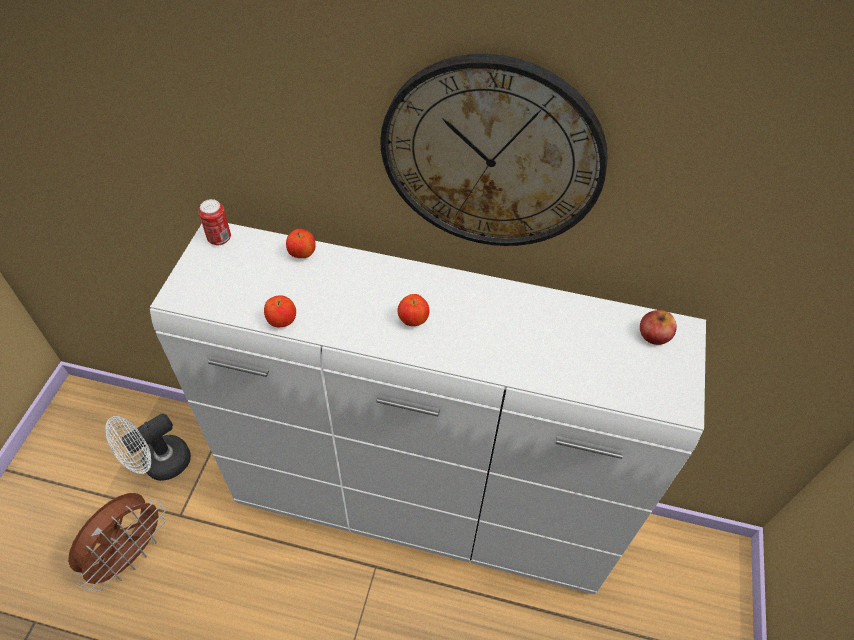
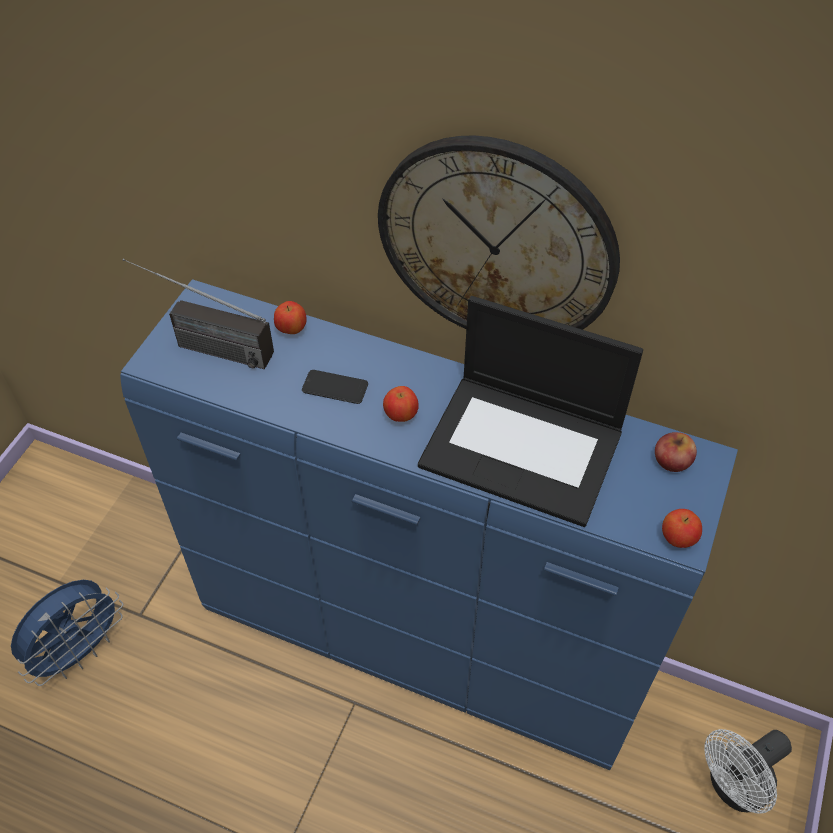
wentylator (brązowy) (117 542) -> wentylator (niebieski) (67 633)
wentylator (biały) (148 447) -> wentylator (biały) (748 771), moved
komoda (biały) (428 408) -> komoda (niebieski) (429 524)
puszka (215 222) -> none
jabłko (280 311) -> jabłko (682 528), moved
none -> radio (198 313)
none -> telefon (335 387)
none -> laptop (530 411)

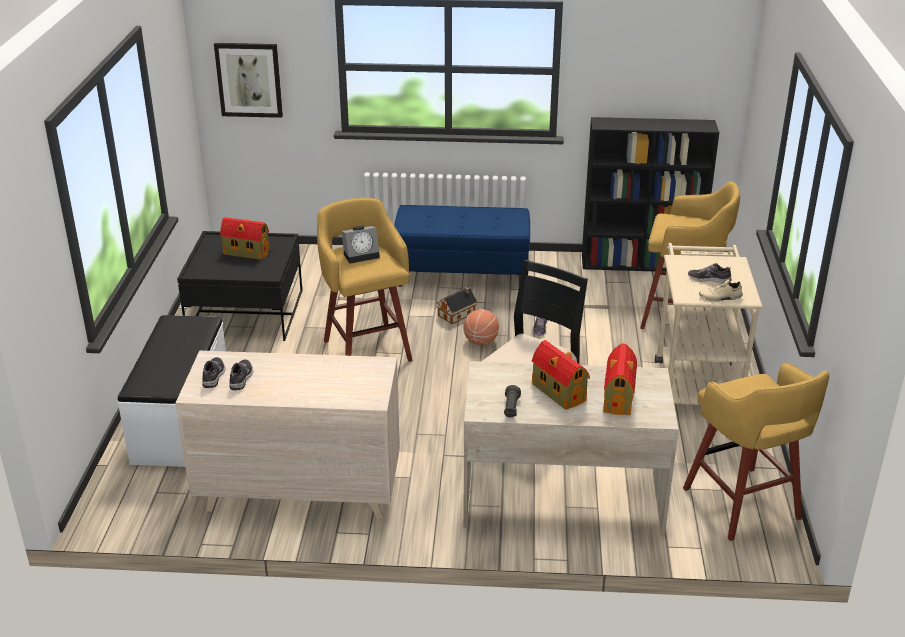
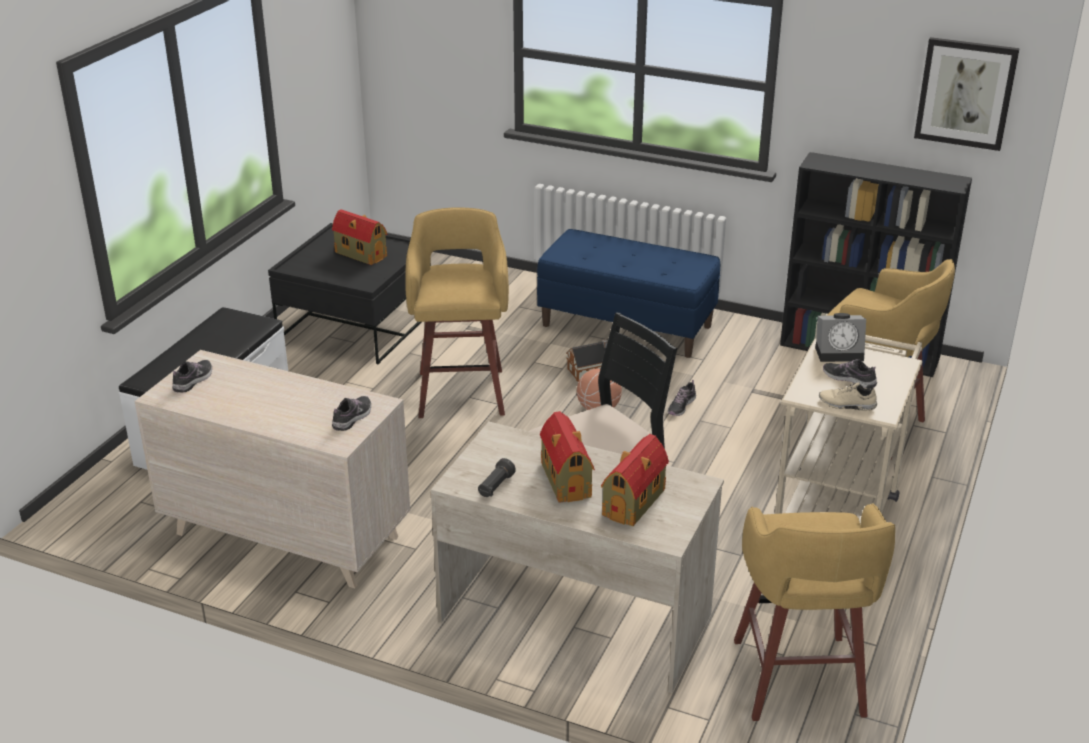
obraz (248 80) -> obraz (967 94), moved
but (241 374) -> but (351 413), moved
budzik (360 244) -> budzik (840 337), moved

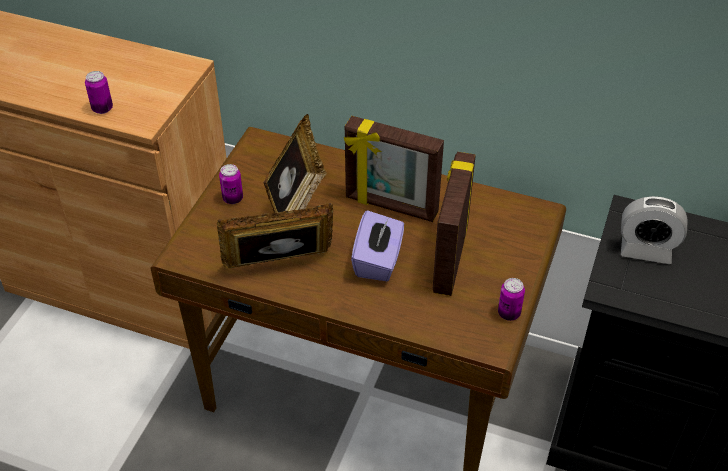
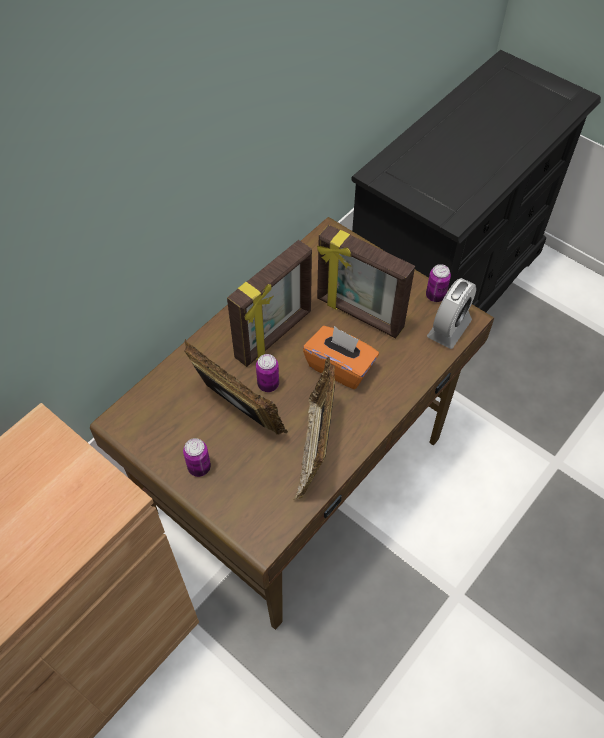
puszka (99 92) -> puszka (267 373), moved
pudełko chusteczek (fioletowy) (377 245) -> pudełko chusteczek (pomarańczowy) (341 357)
budzik (654 230) -> budzik (451 313), moved

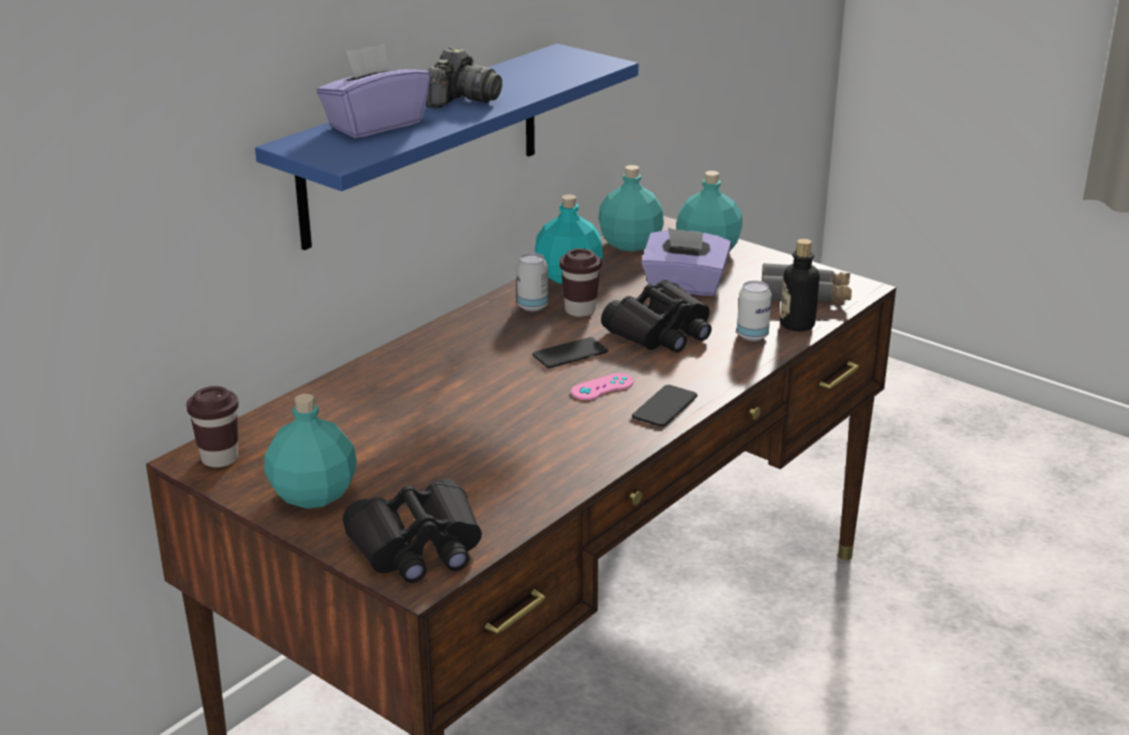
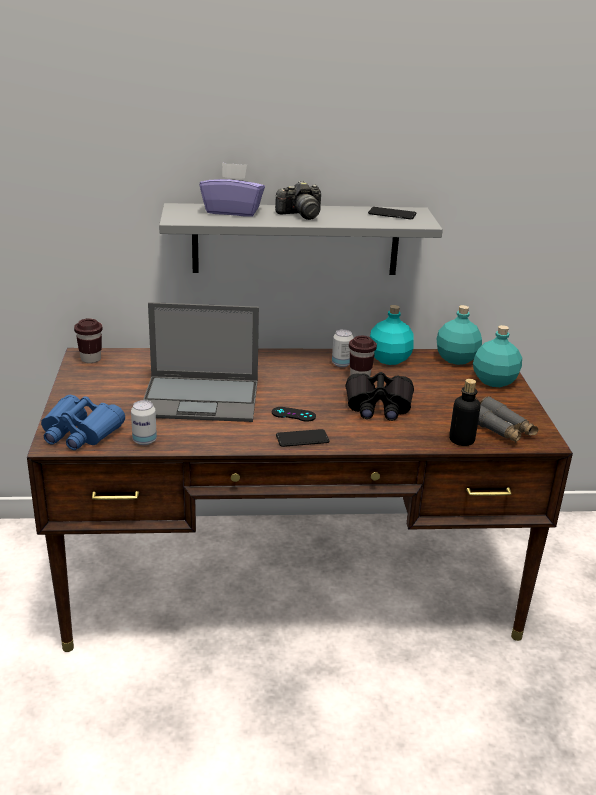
półka (niebieski) (447 147) -> półka (szary) (301 239)
butelka (turkusowy) (310 451) -> none
lornetka (czarny) (412 531) -> lornetka (niebieski) (83 422)
telefon (570 352) -> telefon (392 213), moved
pad do gier (różowy) (602 386) -> pad do gier (czarny) (294 414)
pudełko chusteczek (fioletowy) (686 262) -> none
puszka (754 311) -> puszka (144 422), moved
none -> laptop (201 362)

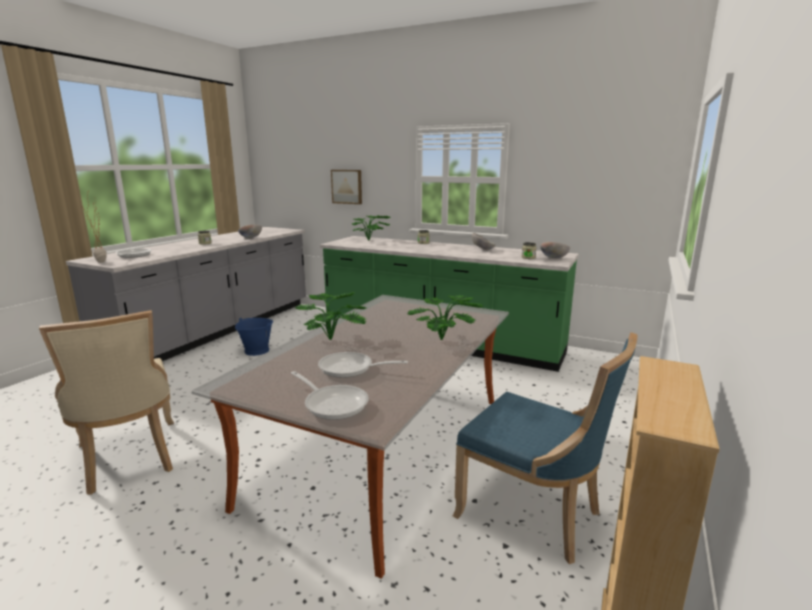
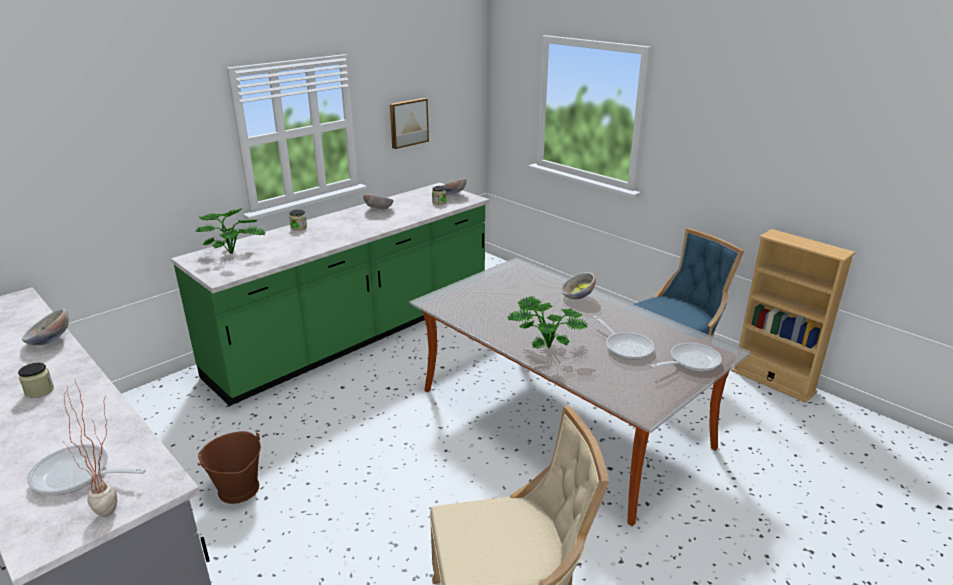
wiadro (niebieski) (254 337) -> wiadro (brązowy) (229 467)
patelnia (363 365) -> patelnia (624 338), 60 degrees counterclockwise
obraz (346 187) -> obraz (409 123), moved
roślina doniczkowa (445 318) -> miska (578 285)

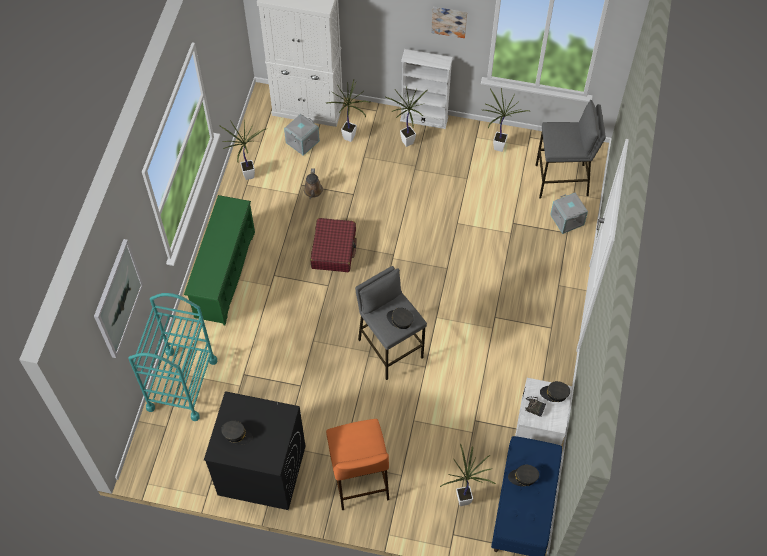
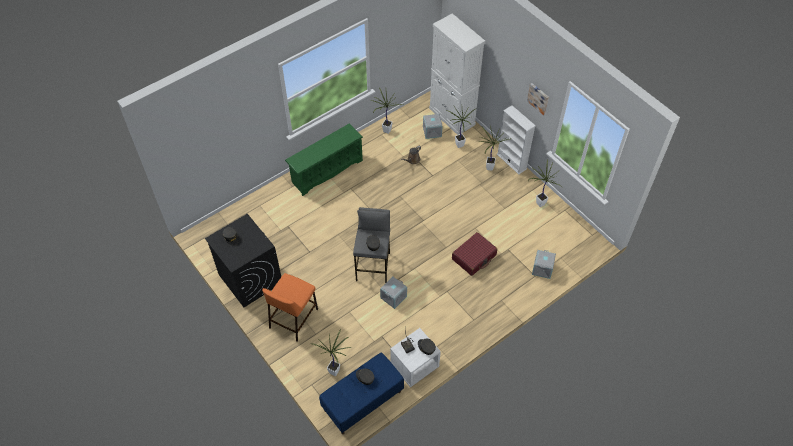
obraz (118 298) -> none
wózek (turkusowy) (172 357) -> none
walizka (czerwony) (334 245) -> walizka (czerwony) (474 254), moved
stołek (szary) (571 149) -> none
none -> pojemnik do przechowywania (szary) (393 293)

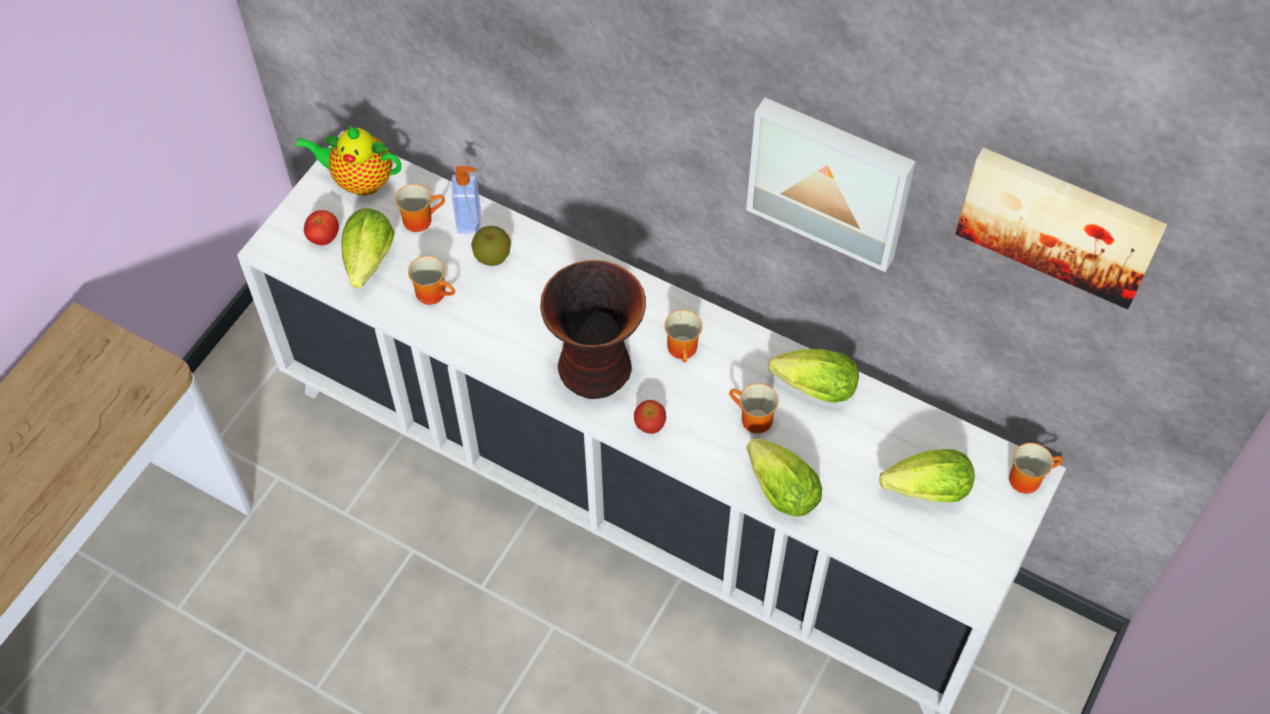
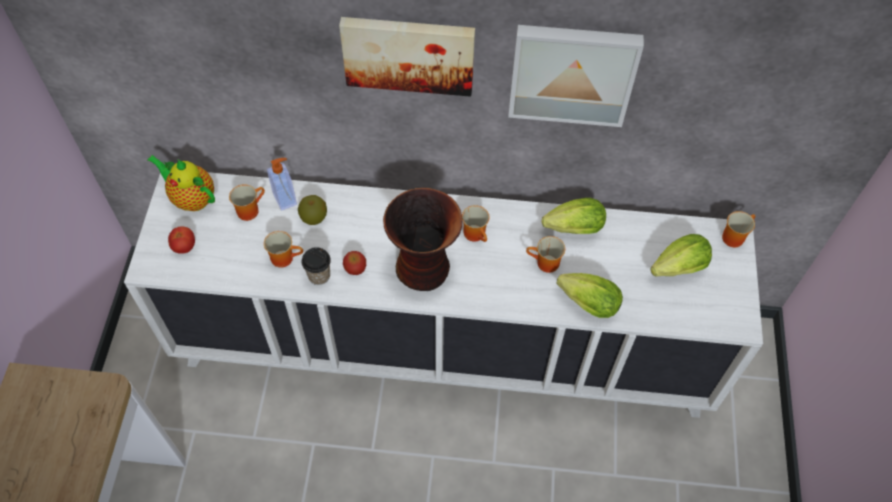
imbryk (348 161) -> imbryk (181 183), 45 degrees clockwise
sałata (368 248) -> none
jabłko (650 417) -> jabłko (354 263), moved
obraz (1061 228) -> obraz (407 57), moved
none -> filiżanka (316 266)

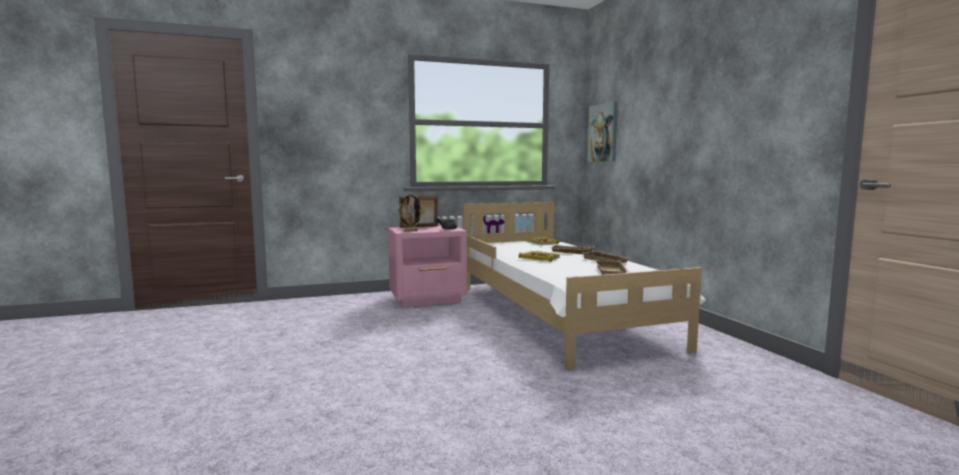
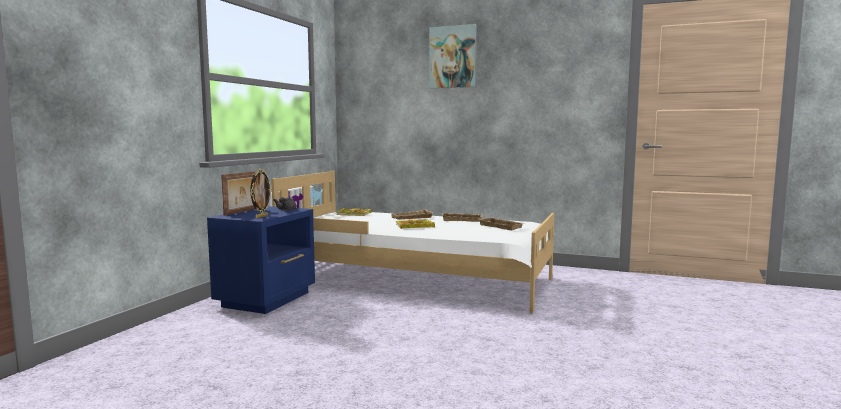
szafka nocna (różowy) (427 266) -> szafka nocna (niebieski) (261 260)
obraz (602 131) -> obraz (453 56), moved

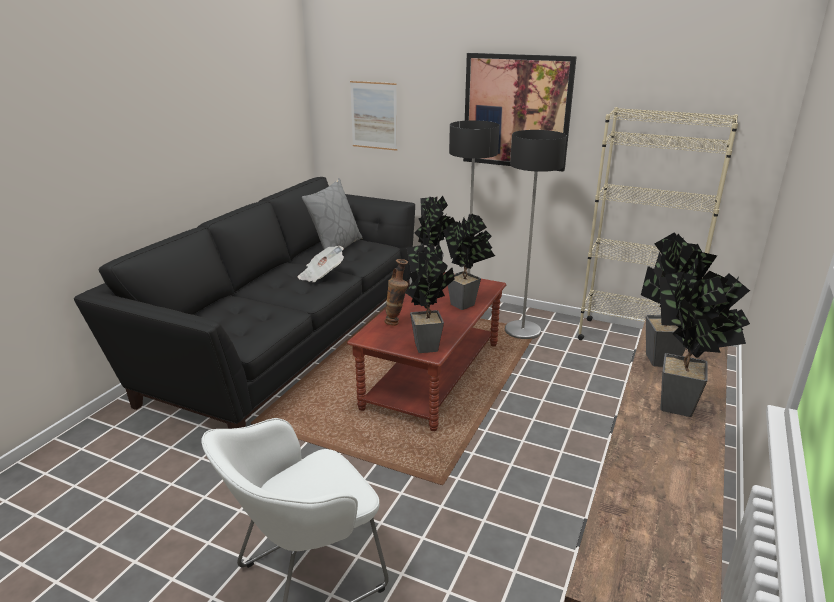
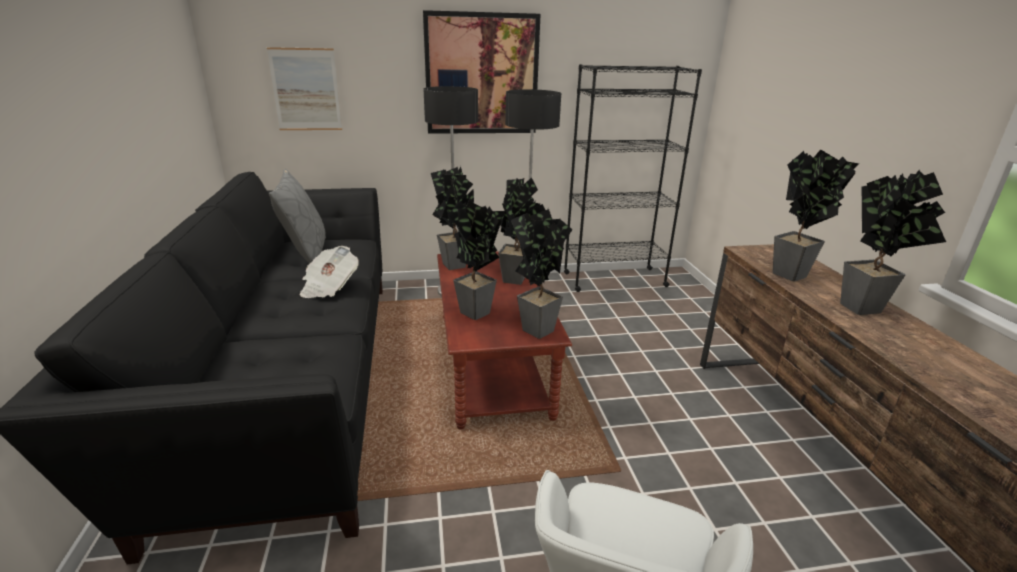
wazon (396 292) -> roślina doniczkowa (476 260)
regał (beżowy) (658 223) -> regał (czarny) (633 178)

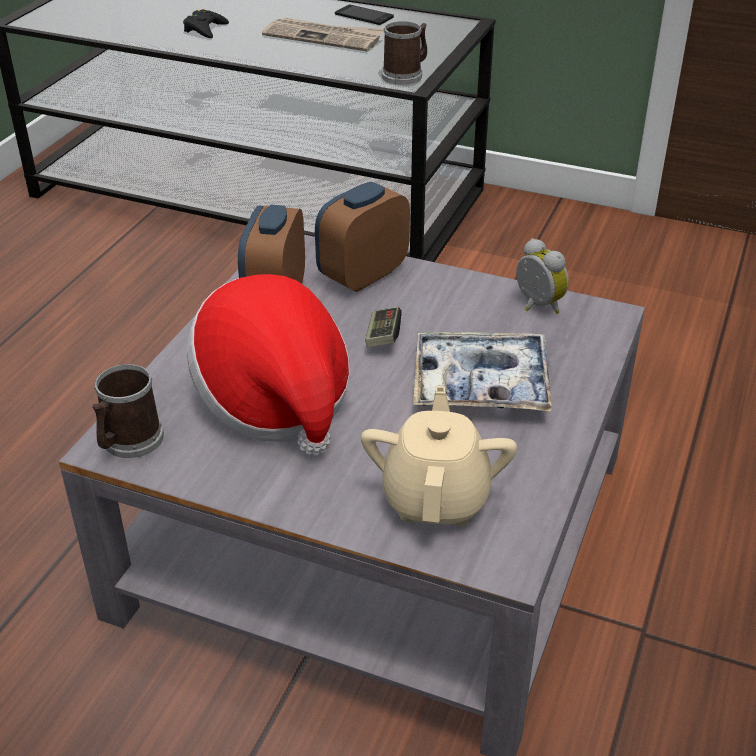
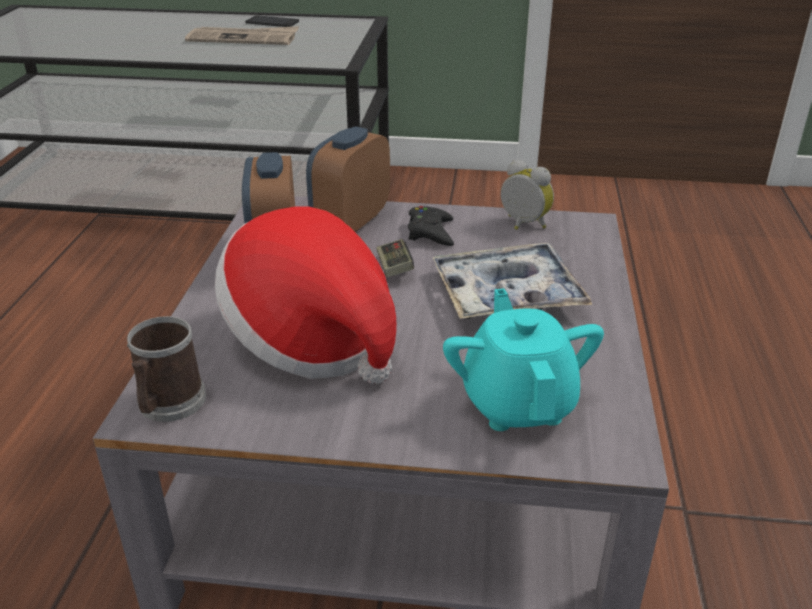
pad do gier (czarny) (206 23) -> pad do gier (czarny) (431 226), moved
imbryk (beżowy) (439 456) -> imbryk (turkusowy) (523 359)
kubek (404 53) -> none

